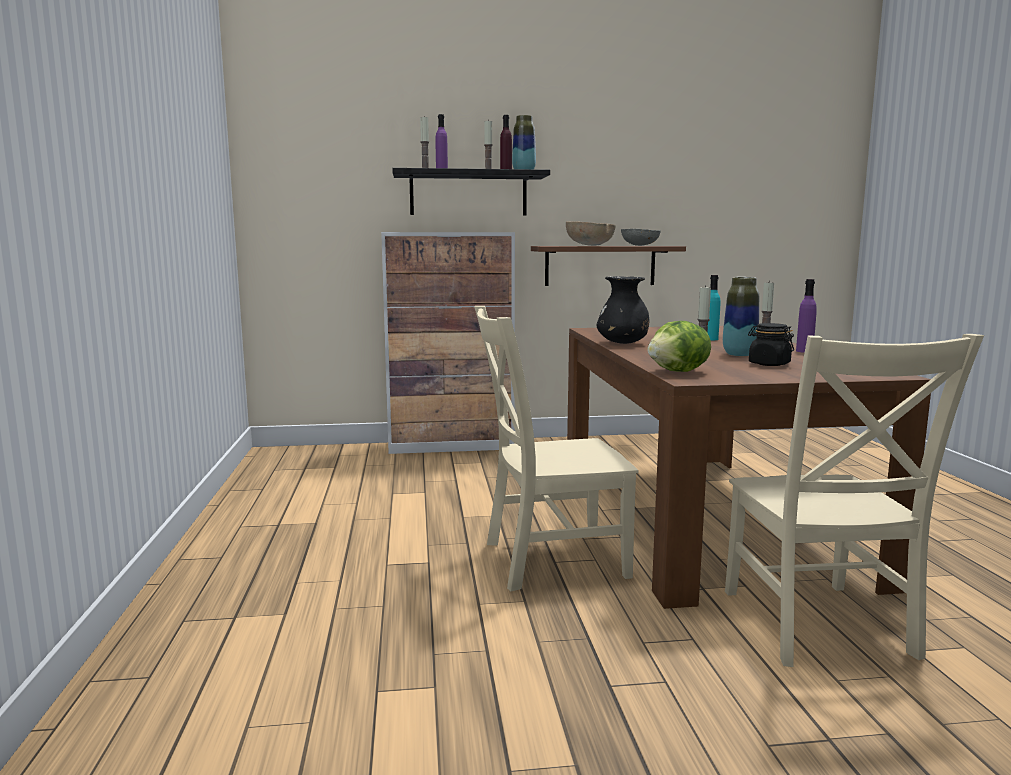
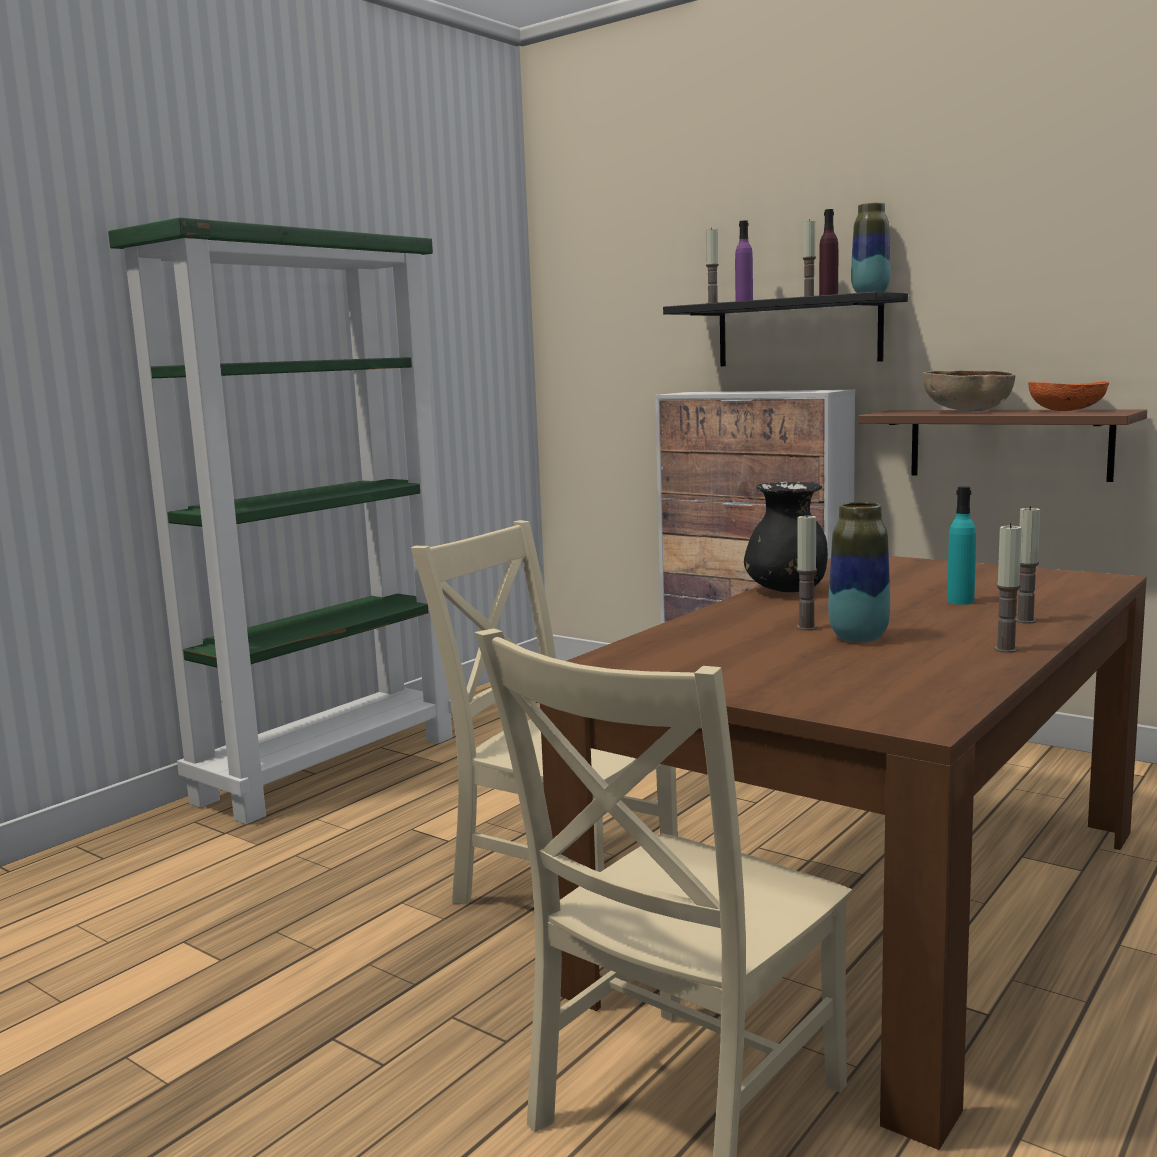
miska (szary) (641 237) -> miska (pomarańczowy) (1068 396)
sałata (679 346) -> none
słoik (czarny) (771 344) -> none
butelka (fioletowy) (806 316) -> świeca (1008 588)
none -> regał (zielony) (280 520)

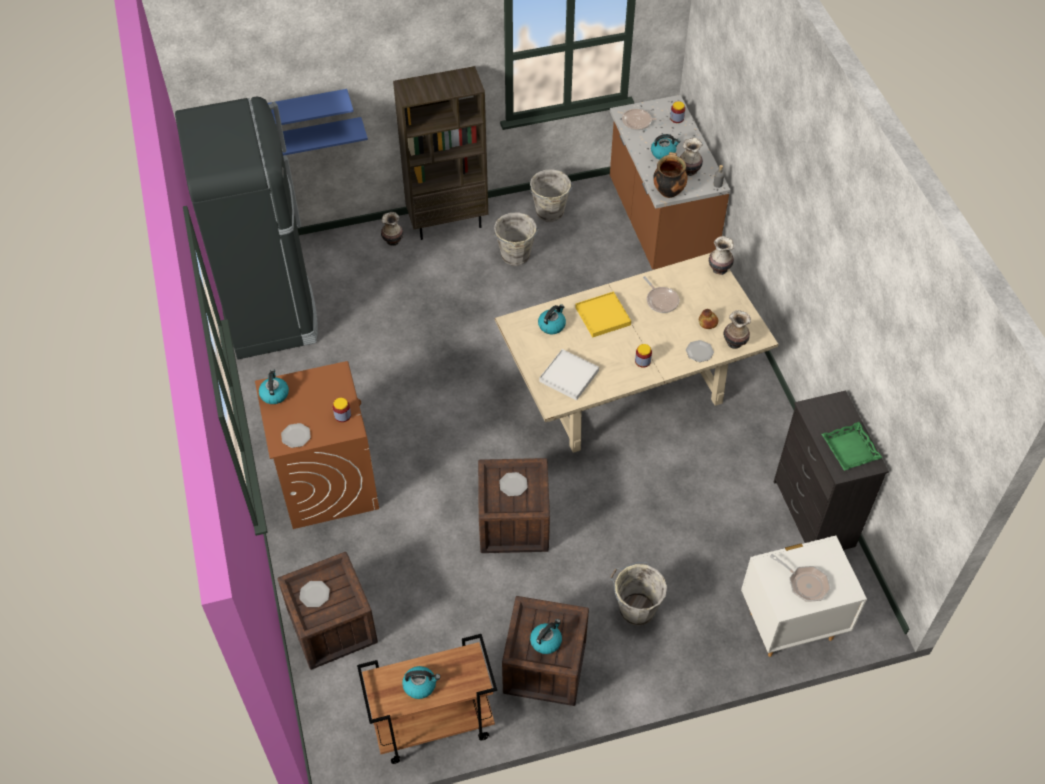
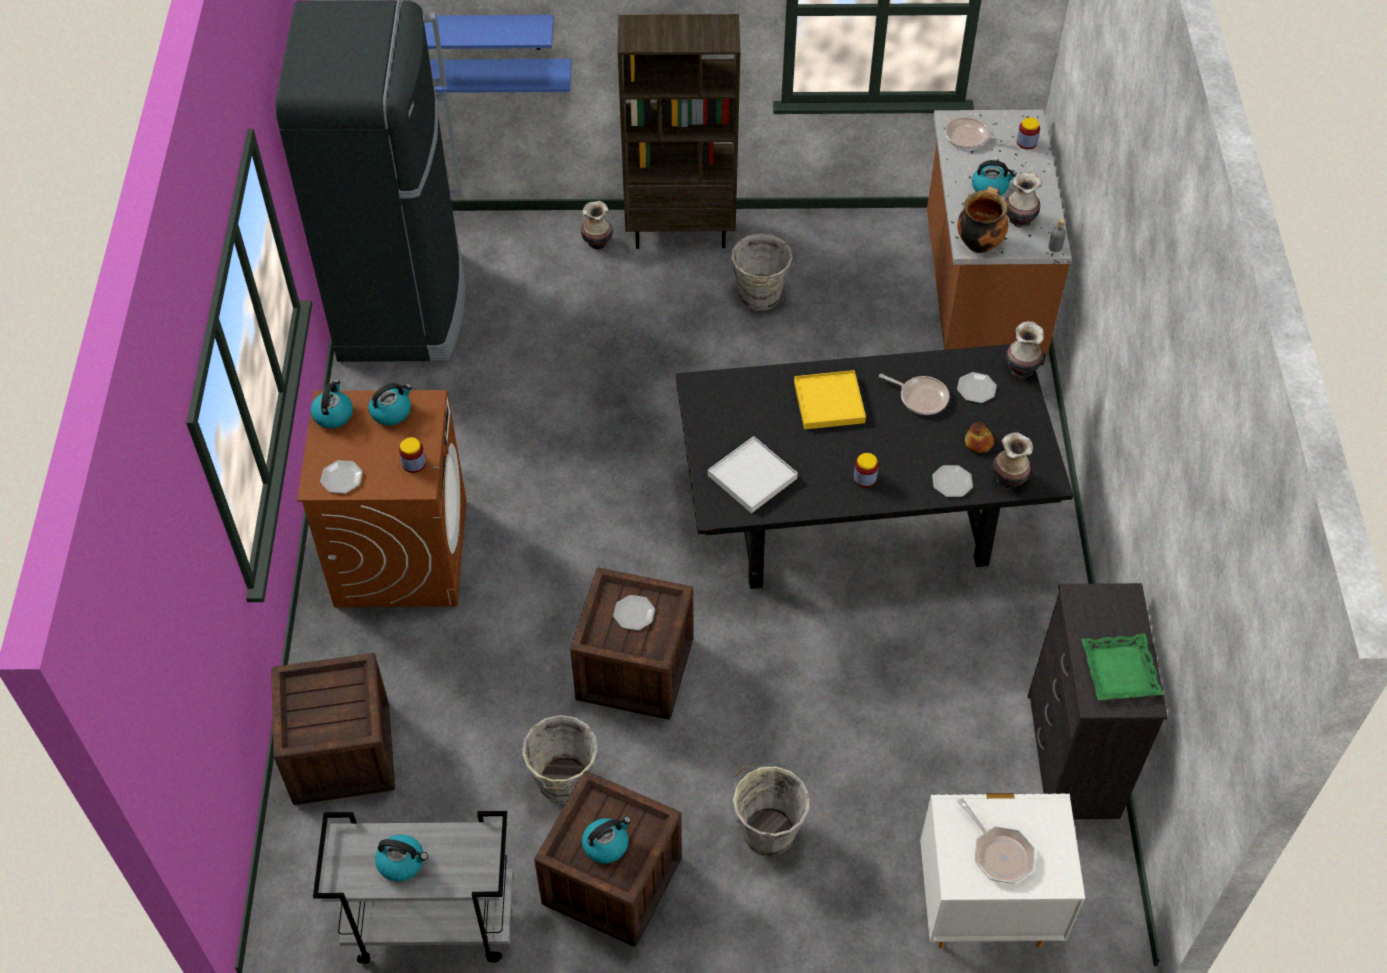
talerz (314 594) -> talerz (977 387), moved
wózek (brązowy) (427 699) -> wózek (szary) (413 887)
stół jadalny (beżowy) (637 352) -> stół jadalny (czarny) (874 466)
wiadro (szary) (551 195) -> wiadro (szary) (558 759), moved
czajnik (552 319) -> czajnik (390 404), moved
patelnia (661 294) -> patelnia (914 394), 45 degrees counterclockwise

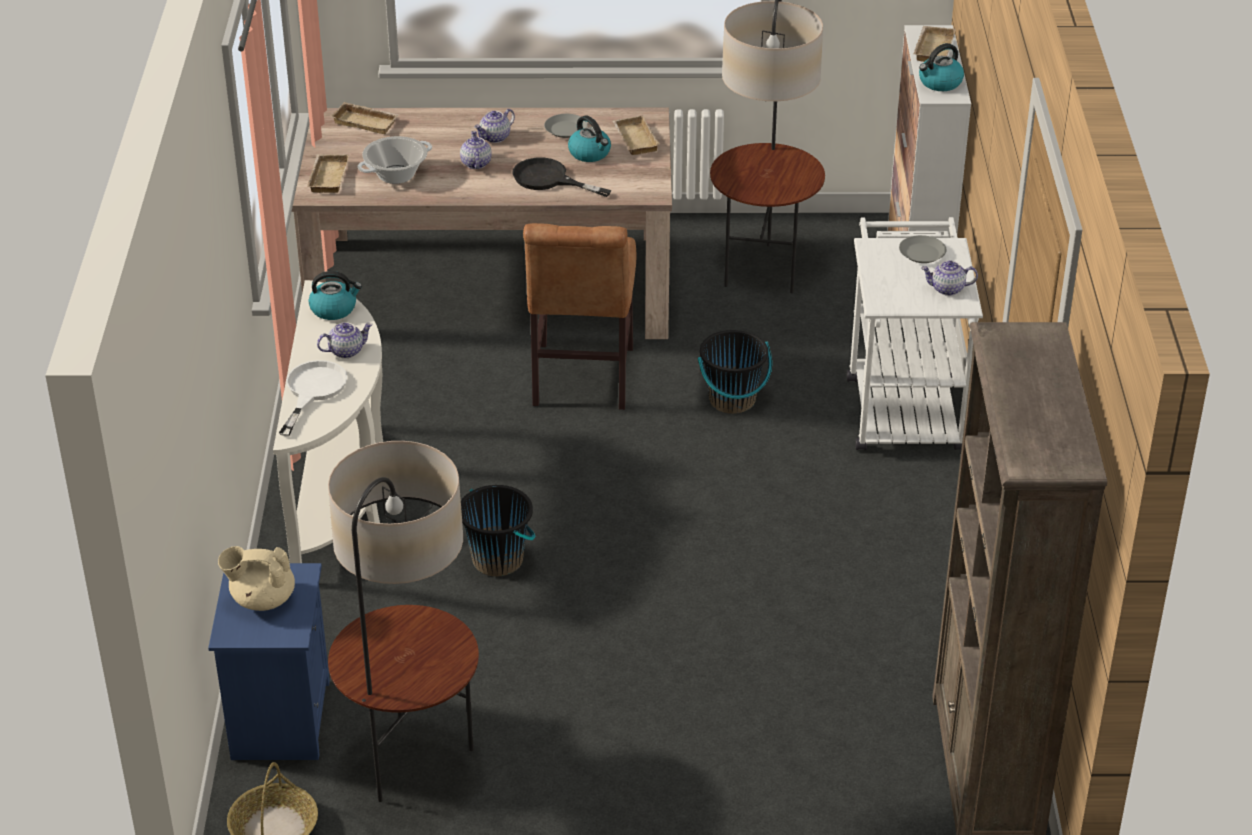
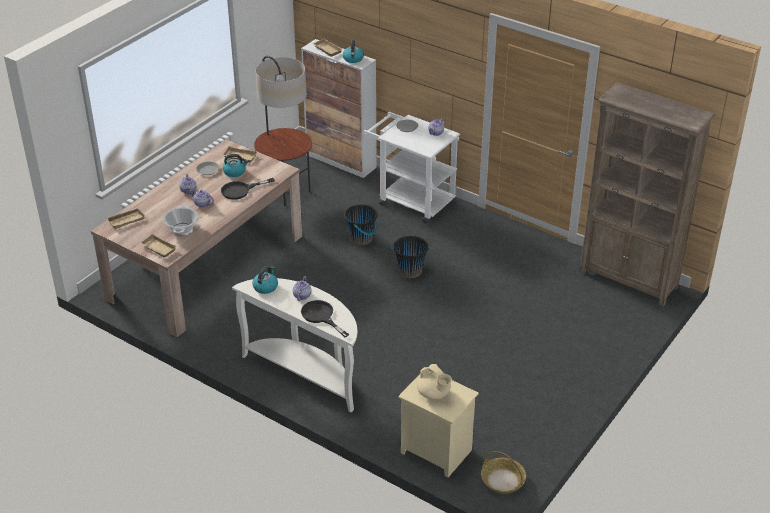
szafka nocna (niebieski) (269 661) -> szafka nocna (beżowy) (438 426)
imbryk (beżowy) (256 578) -> imbryk (beżowy) (434 382), 75 degrees counterclockwise
patelnia (biały) (313 398) -> patelnia (czarny) (325 319)
lampa stojąca (403 621) -> none
wiadro (czarny) (498 530) -> wiadro (czarny) (411 257), moved
krzesło (brązowy) (579 316) -> none

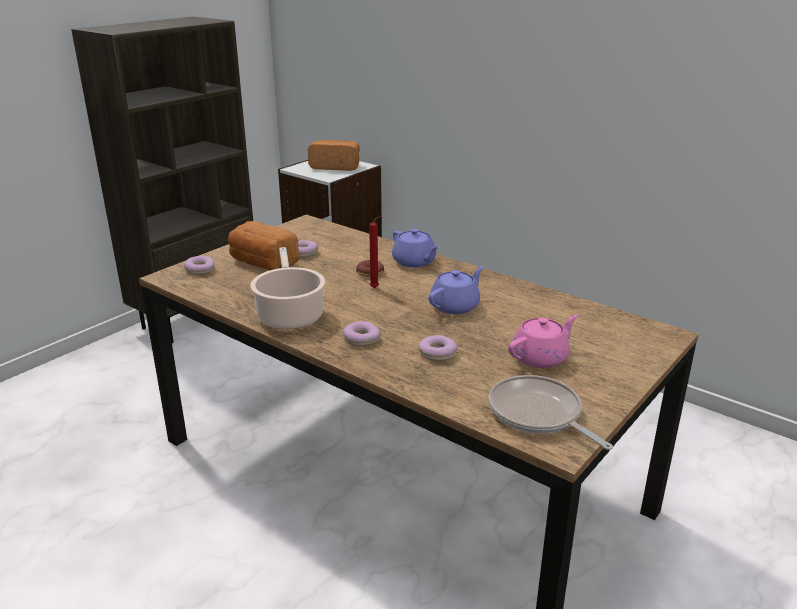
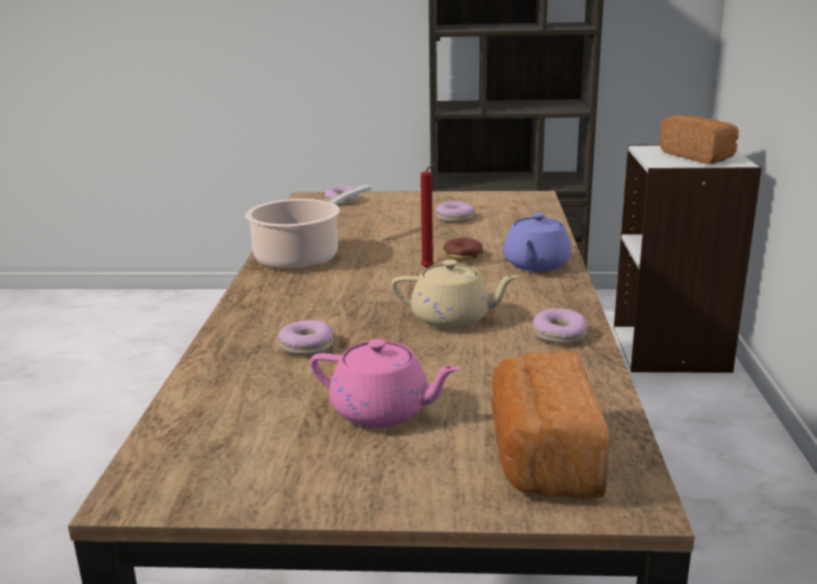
chleb (263 245) -> chleb (550 425), moved
donut (361 333) -> donut (560 326), moved
imbryk (fioletowy) (456 290) -> imbryk (beżowy) (455 295)
patelnia (551 412) -> none

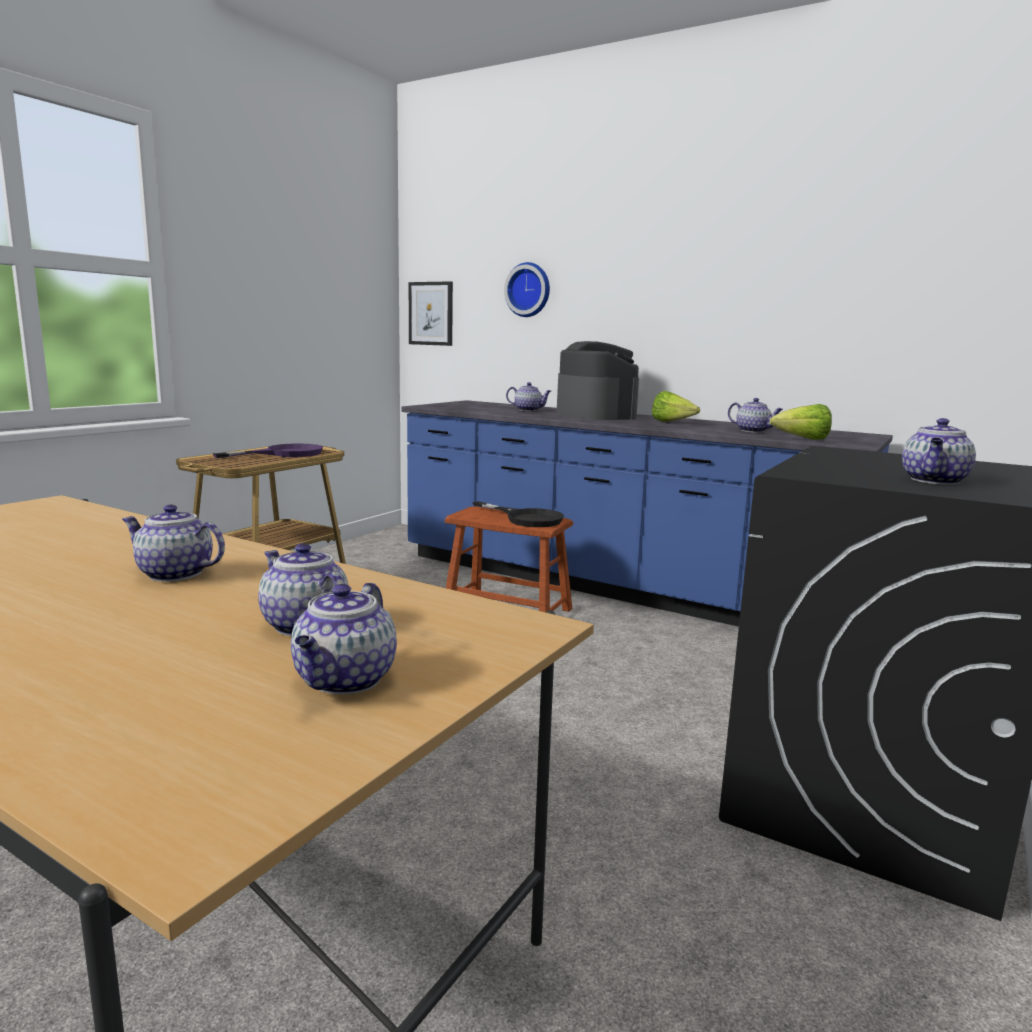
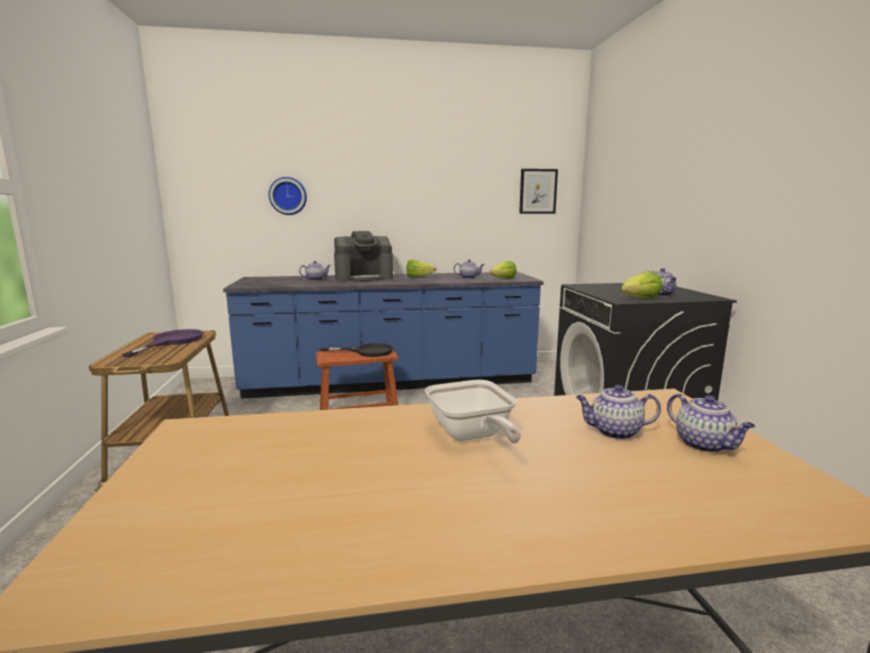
imbryk (173 543) -> patelnia (473 411)
obraz (431 313) -> obraz (538 191), moved
ekspres do kawy (598 380) -> ekspres do kawy (363 256), 135 degrees clockwise
none -> sałata (642 285)

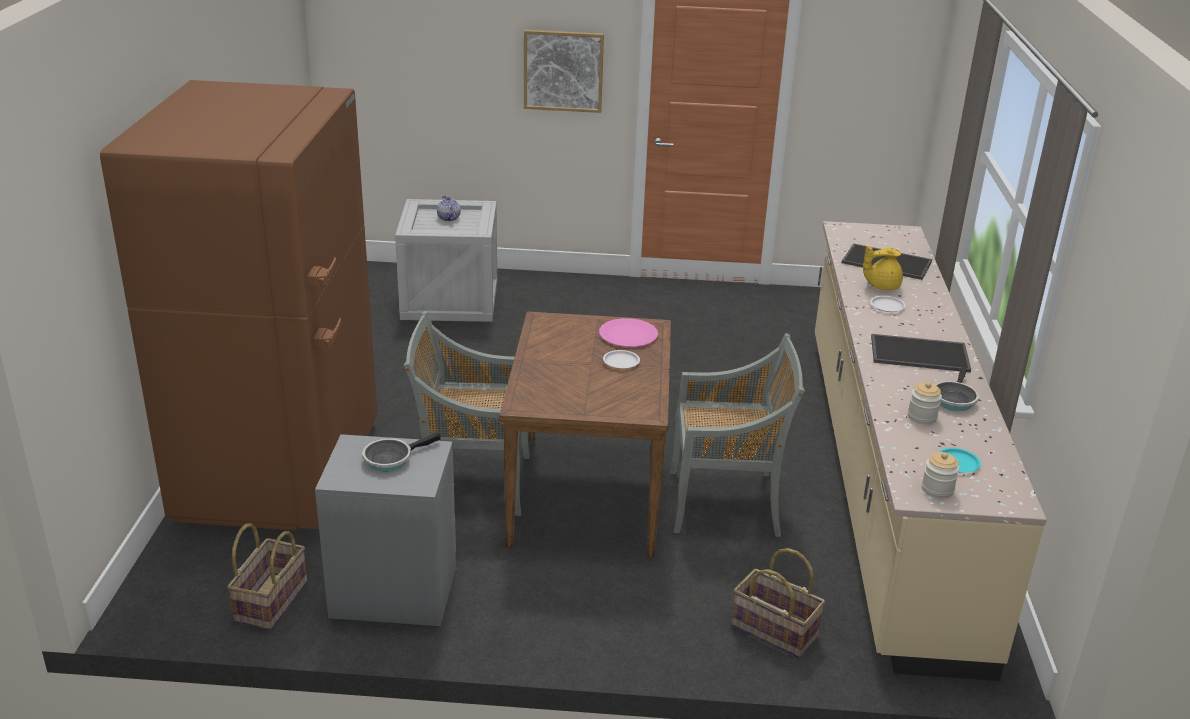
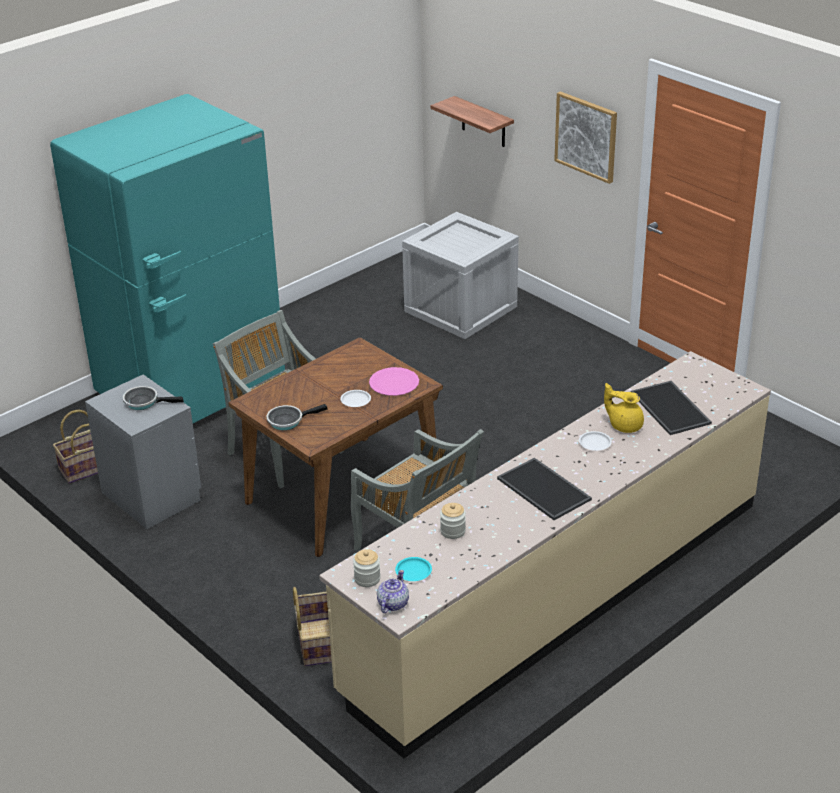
lodówka (brązowy) (239 305) -> lodówka (turkusowy) (167 258)
imbryk (449 209) -> imbryk (393 591), moved
patelnia (957 389) -> patelnia (297 417), moved
none -> półka (472 121)

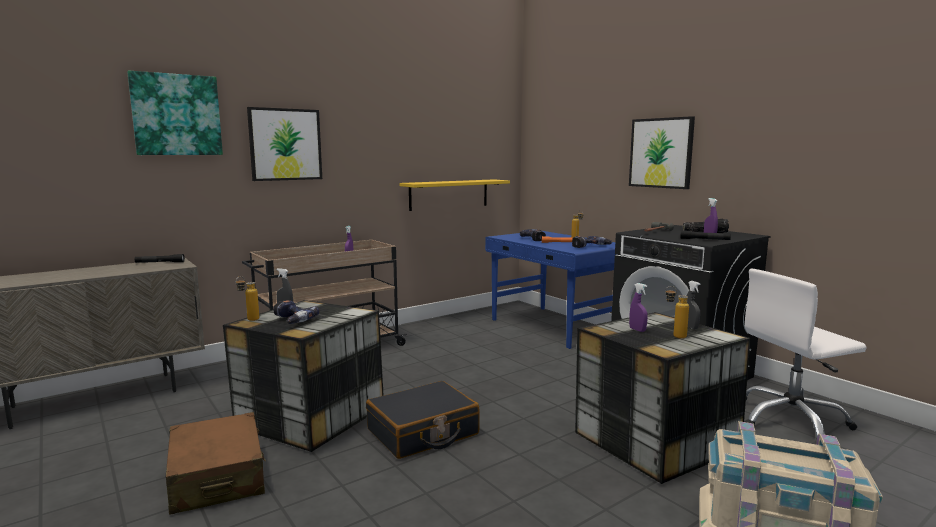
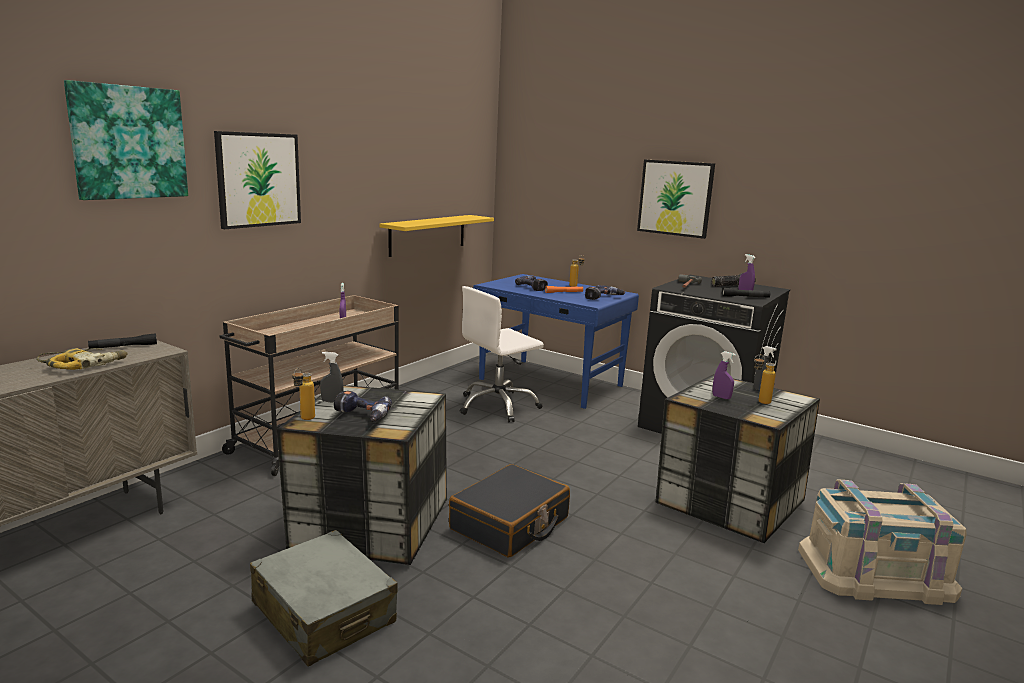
walizka (brązowy) (216 463) -> walizka (szary) (324 598)
krzesło biurowe (biały) (805 353) -> krzesło biurowe (biały) (502 354), moved
none -> wiertarka (82 359)

